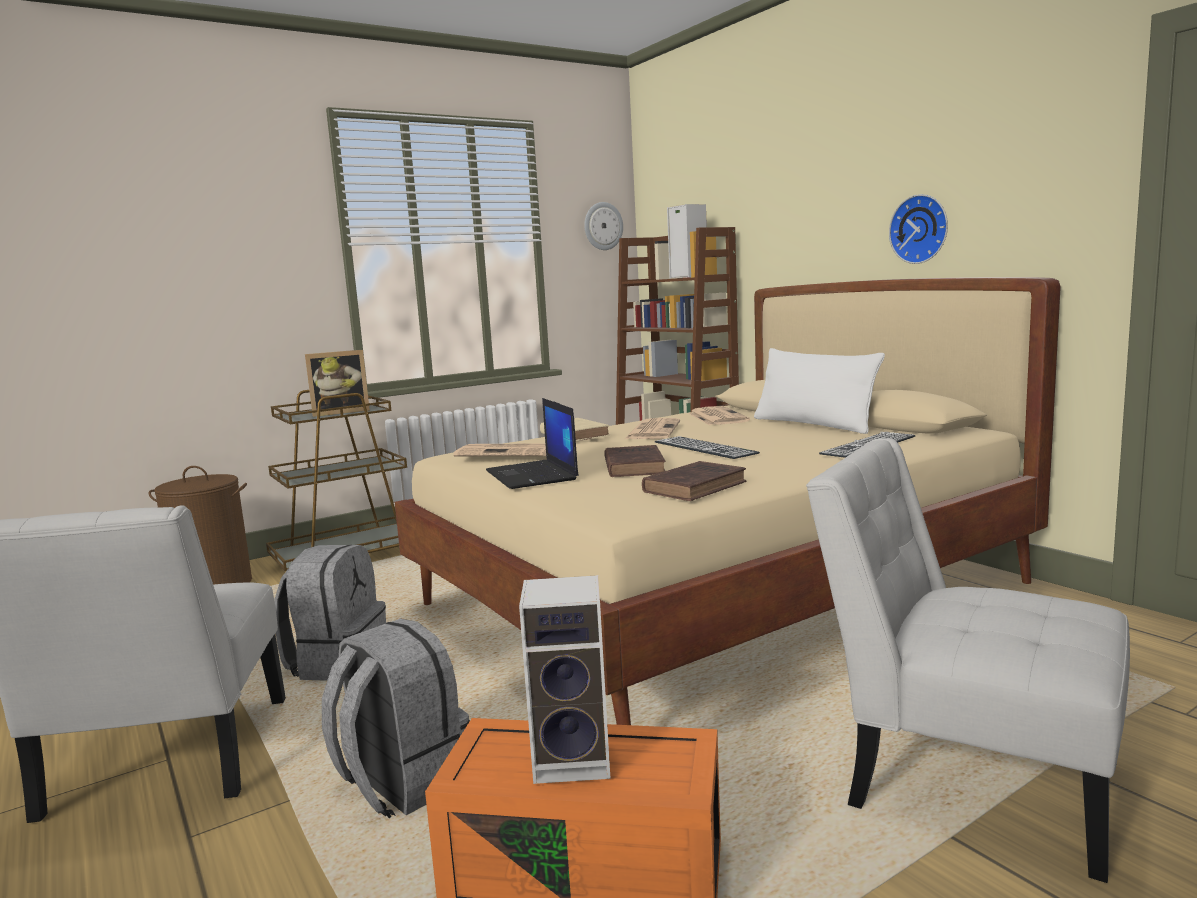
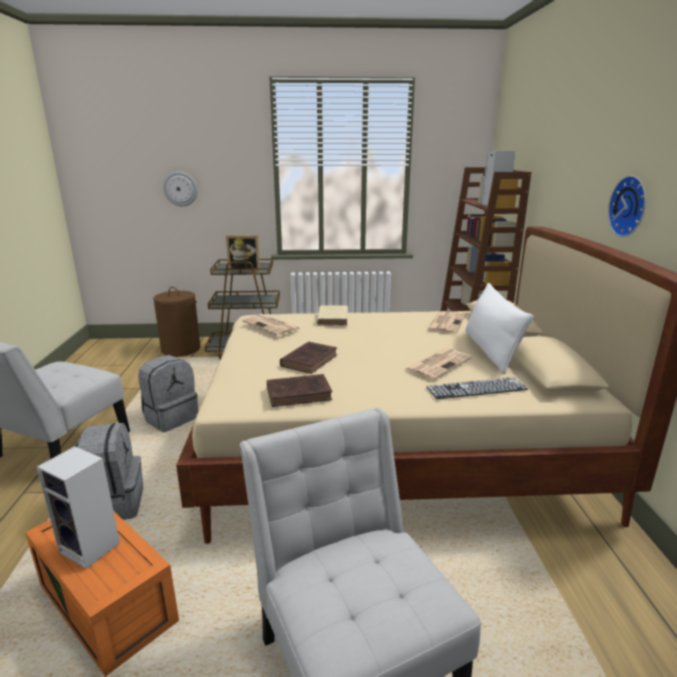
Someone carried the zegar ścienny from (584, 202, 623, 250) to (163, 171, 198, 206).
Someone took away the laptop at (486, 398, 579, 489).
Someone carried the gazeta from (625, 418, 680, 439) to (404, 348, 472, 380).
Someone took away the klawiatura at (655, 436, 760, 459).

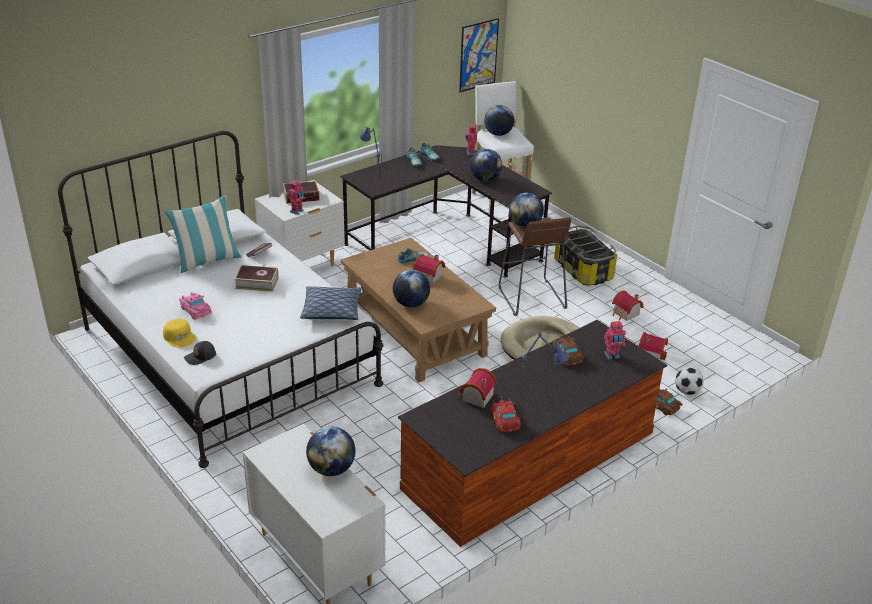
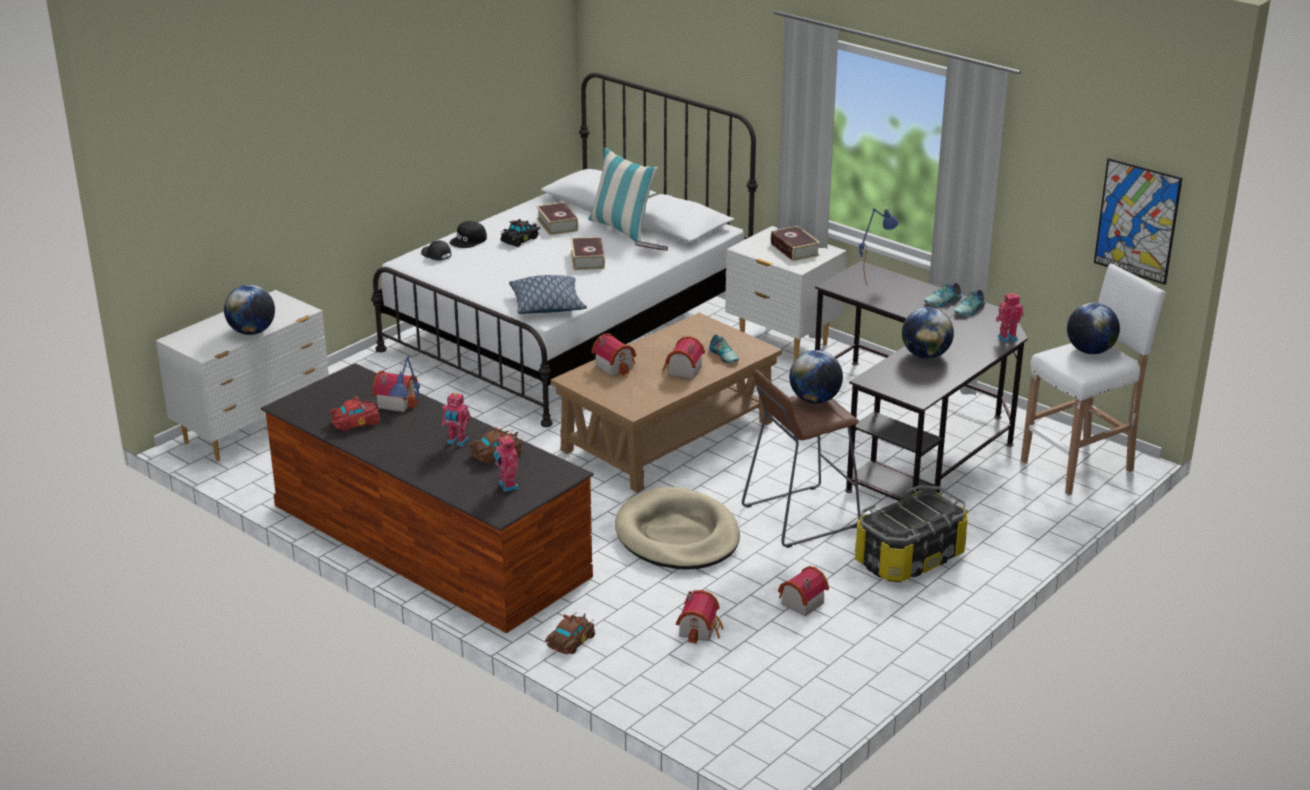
Someone carried the robot zabawkowy from (288, 180, 305, 215) to (442, 393, 471, 447).
Someone swapped the globus at (393, 270, 430, 307) for the domek at (592, 333, 636, 376).
Someone repainted the samochodzik [różowy] at (179, 292, 212, 320), which became the samochodzik [czarny] at (501, 219, 540, 247).
Someone repainted the czapka z daszkiem [żółty] at (163, 319, 196, 348), which became the czapka z daszkiem [czarny] at (450, 221, 487, 248).
Someone took away the piłka futbolowa at (675, 367, 704, 395).
Someone put down the książka at (536, 202, 578, 235).

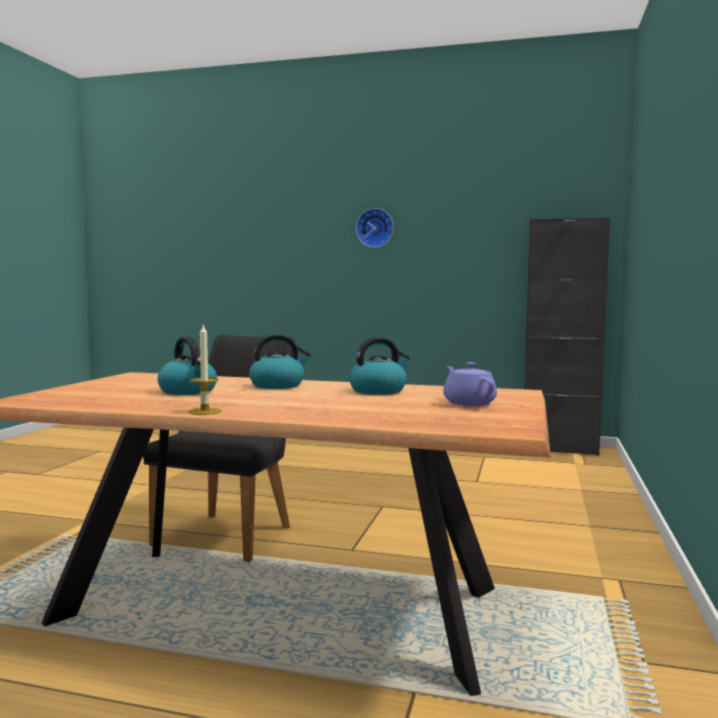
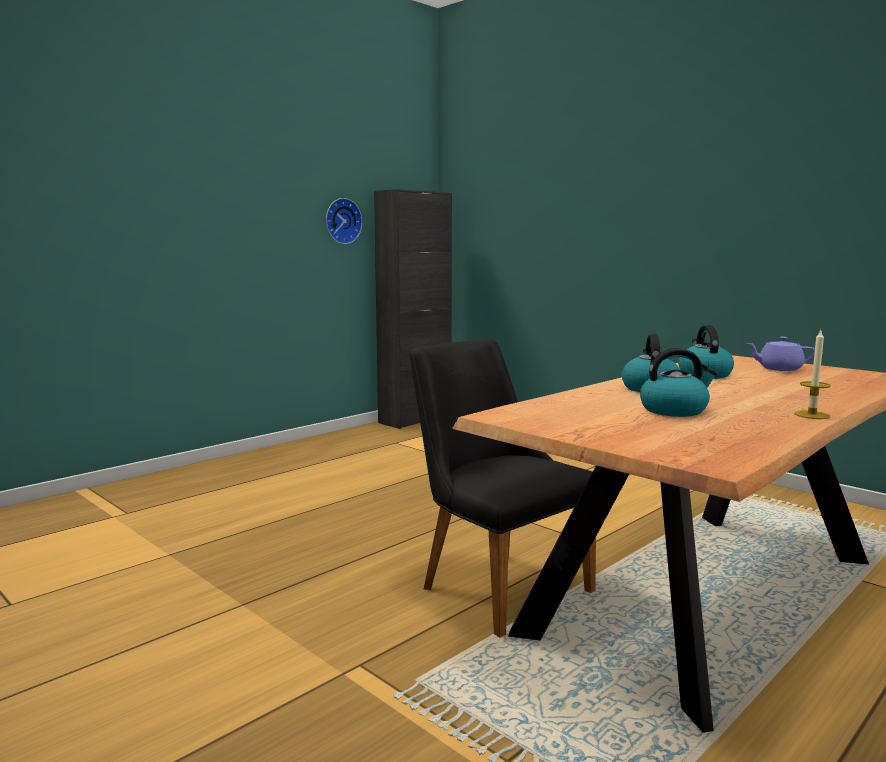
Someone carried the zegar ścienny from (356, 208, 394, 248) to (326, 198, 362, 244).

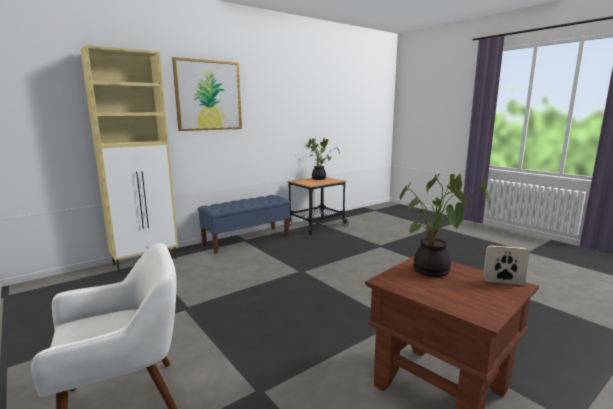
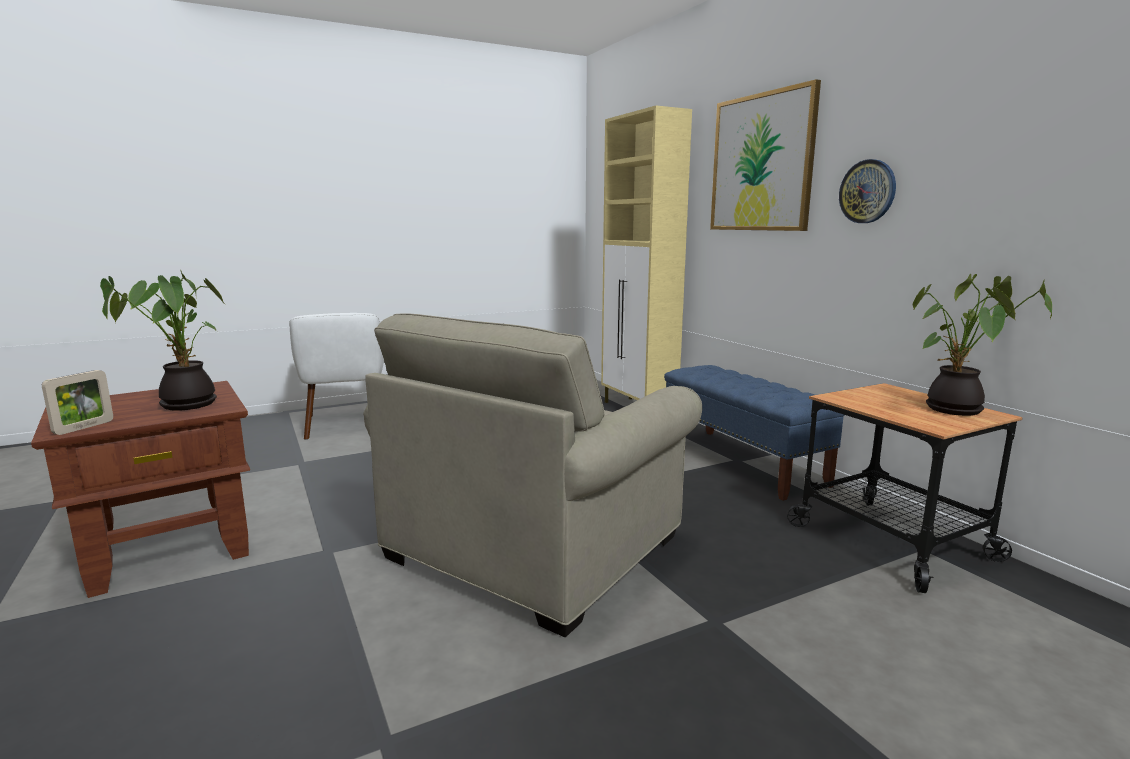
Someone put up the zegar ścienny at (839, 159, 896, 223).
Someone put down the fotel [beżowy] at (363, 313, 702, 637).

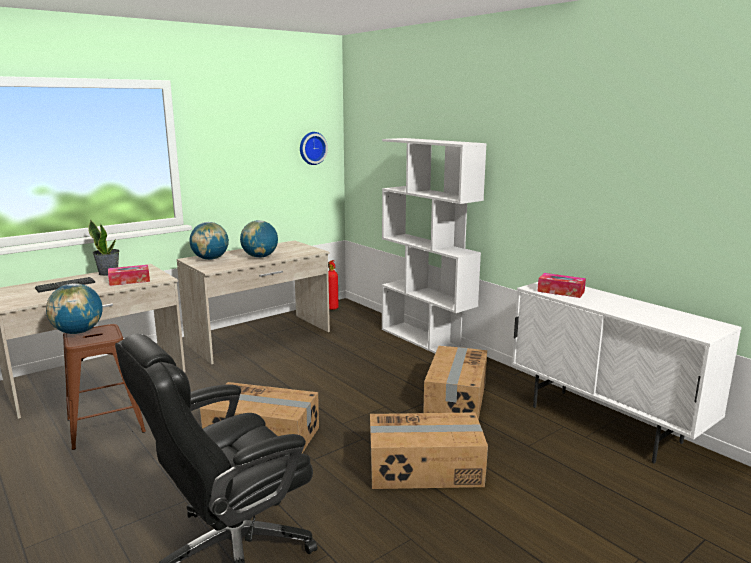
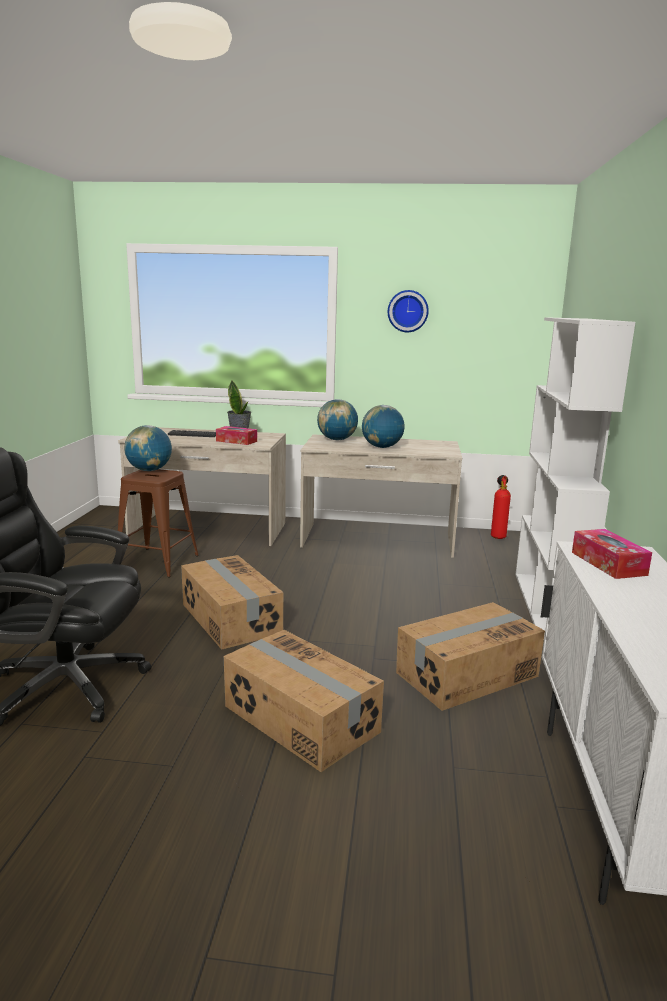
Someone carried the zegar ścienny from (300, 132, 328, 165) to (388, 290, 429, 332).

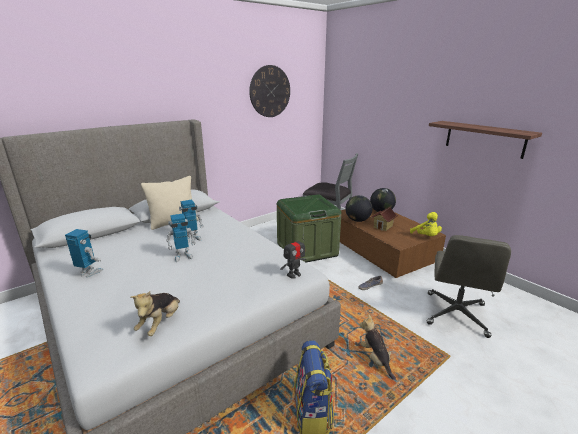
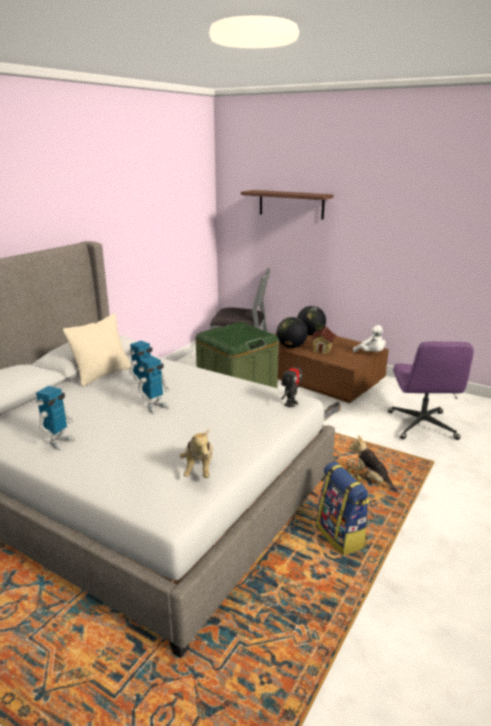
Someone took away the zegar ścienny at (249, 65, 290, 117).
Someone carried the półka from (429, 121, 542, 159) to (241, 190, 334, 220).
Someone repainted the pluszak [żółty] at (410, 212, 442, 236), which became the pluszak [biały] at (353, 325, 386, 352).
Someone rotated the robot zabawkowy at (65, 229, 103, 277) by 120 degrees clockwise.
Someone repainted the krzesło biurowe [szary] at (427, 235, 511, 338), which became the krzesło biurowe [fioletowy] at (388, 341, 474, 440).

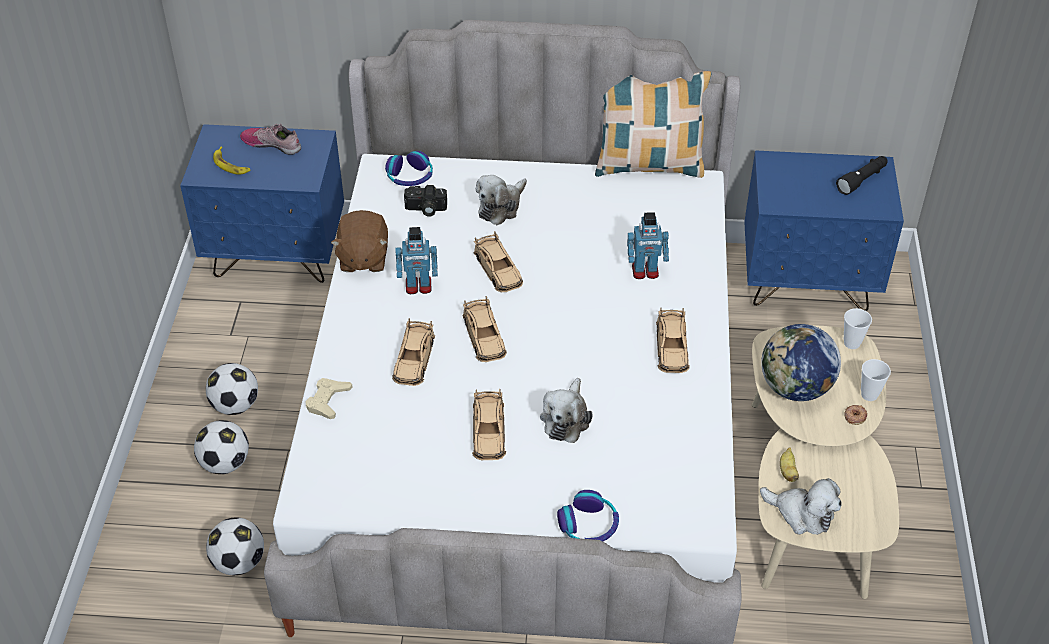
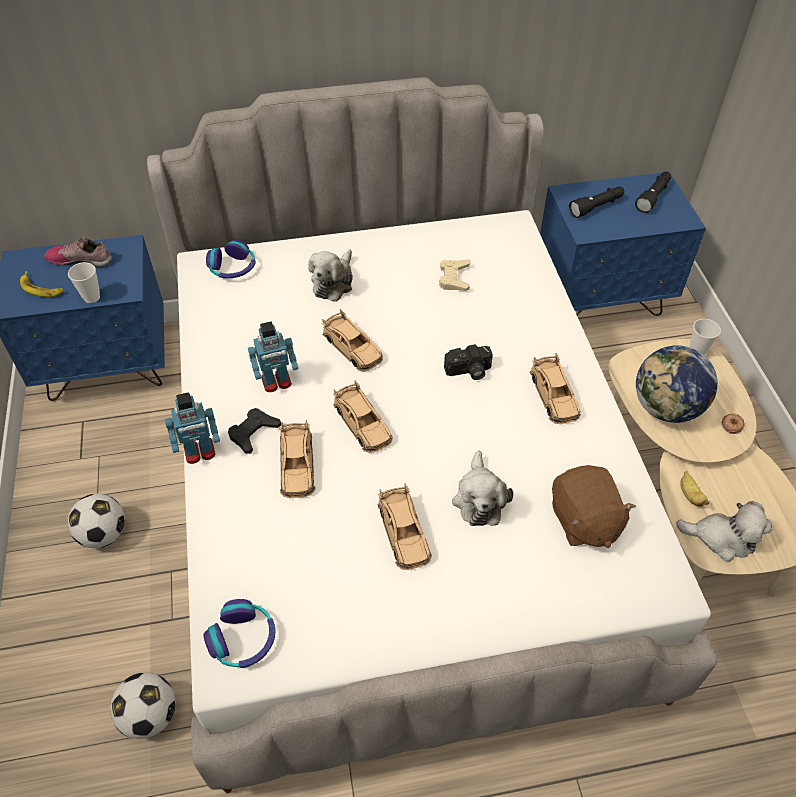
Someone took away the poduszka at (595, 71, 711, 178).
Someone carried the aparat fotograficzny from (404, 185, 447, 217) to (444, 344, 493, 380).
Someone carried the pluszak [brązowy] from (331, 210, 388, 272) to (552, 465, 636, 548).
Someone carried the robot zabawkowy from (627, 212, 669, 279) to (165, 392, 220, 464).
Someone carried the filiżanka from (861, 359, 891, 401) to (68, 262, 100, 303).
Someone carried the pad do gier [beżowy] from (306, 378, 353, 419) to (439, 259, 471, 291).
Someone took away the piłka futbolowa at (194, 420, 249, 474).
Someone carried the słuchawki from (557, 490, 619, 541) to (203, 599, 276, 668).
Someone put down the latarka [czarny] at (569, 187, 625, 218).
Someone put down the pad do gier [czarny] at (228, 408, 281, 454).

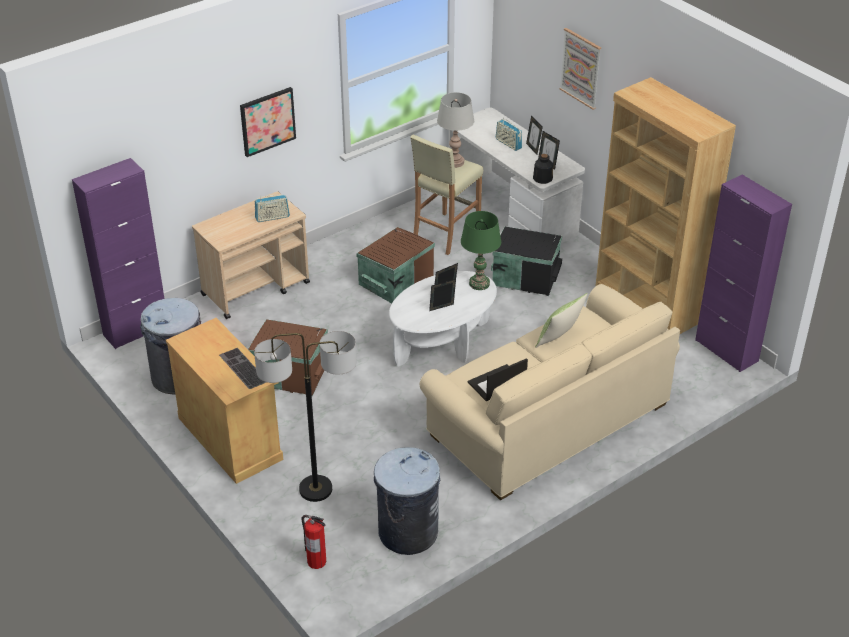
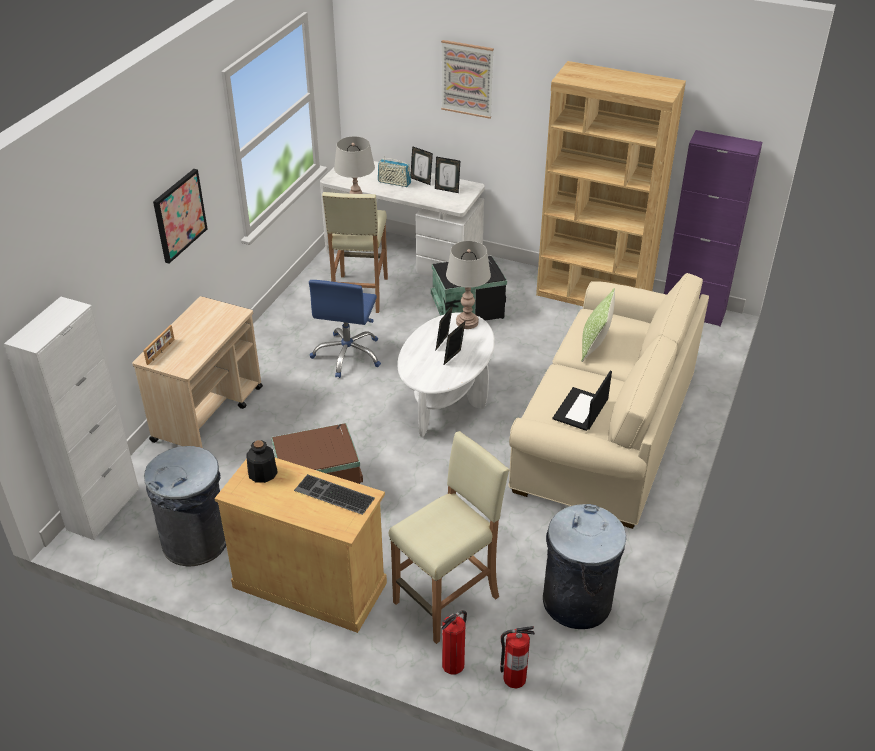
Someone carried the butelka from (533, 154, 553, 184) to (246, 440, 278, 483).
Someone repainted the szafka [fioletowy] at (72, 158, 165, 349), which became the szafka [biały] at (4, 297, 139, 540).
Someone took away the radio at (254, 195, 290, 222).
Someone repainted the lampa stołowa [zielony] at (461, 211, 501, 290), which became the lampa stołowa [szary] at (446, 241, 491, 329).
Someone swapped the pojemnik do przechowywania [brązowy] at (356, 227, 435, 303) for the krzesło biurowe [niebieski] at (309, 280, 381, 378).
Someone swapped the lampa stojąca at (254, 331, 356, 502) for the stołek [beżowy] at (389, 431, 509, 644).
Someone put down the ramka na zdjęcie at (143, 325, 175, 365).
Someone put down the gaśnica at (442, 610, 467, 674).

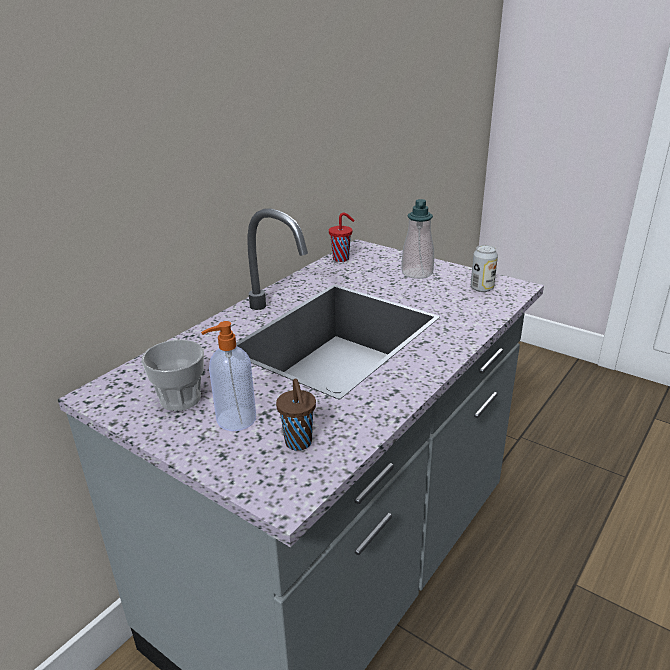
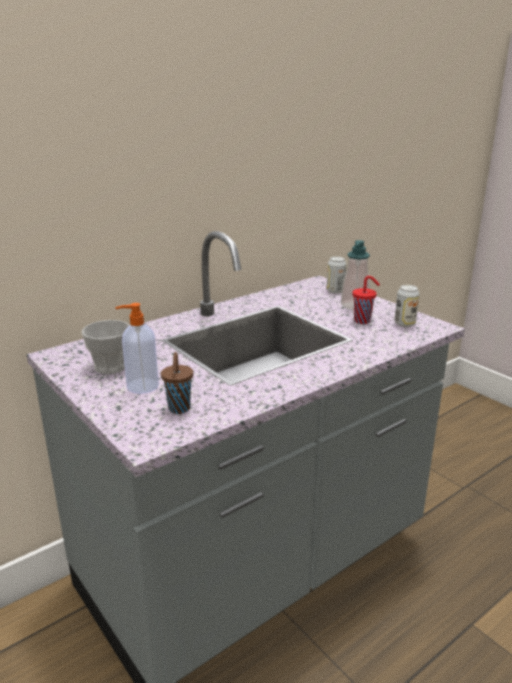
Someone carried the filiżanka [czerwony] from (329, 213, 355, 262) to (352, 276, 380, 324).
Someone put down the puszka at (327, 256, 347, 293).

